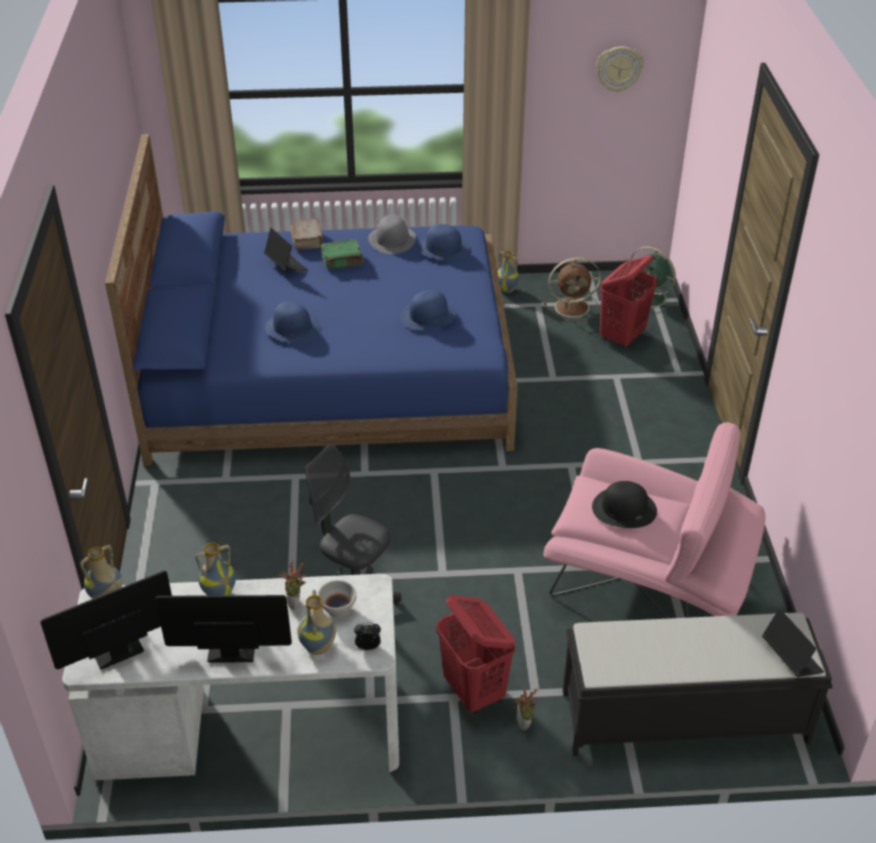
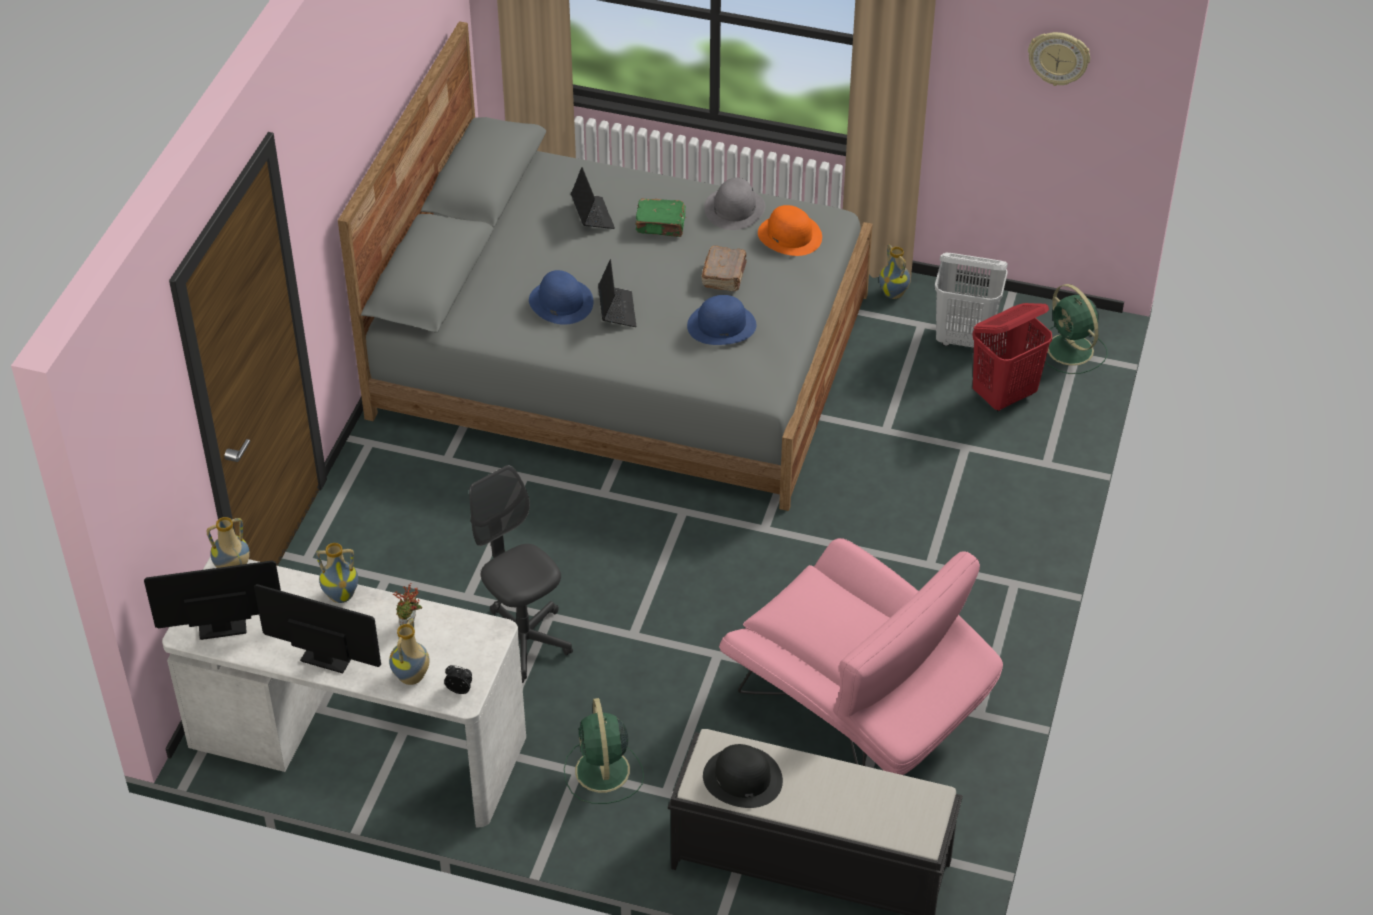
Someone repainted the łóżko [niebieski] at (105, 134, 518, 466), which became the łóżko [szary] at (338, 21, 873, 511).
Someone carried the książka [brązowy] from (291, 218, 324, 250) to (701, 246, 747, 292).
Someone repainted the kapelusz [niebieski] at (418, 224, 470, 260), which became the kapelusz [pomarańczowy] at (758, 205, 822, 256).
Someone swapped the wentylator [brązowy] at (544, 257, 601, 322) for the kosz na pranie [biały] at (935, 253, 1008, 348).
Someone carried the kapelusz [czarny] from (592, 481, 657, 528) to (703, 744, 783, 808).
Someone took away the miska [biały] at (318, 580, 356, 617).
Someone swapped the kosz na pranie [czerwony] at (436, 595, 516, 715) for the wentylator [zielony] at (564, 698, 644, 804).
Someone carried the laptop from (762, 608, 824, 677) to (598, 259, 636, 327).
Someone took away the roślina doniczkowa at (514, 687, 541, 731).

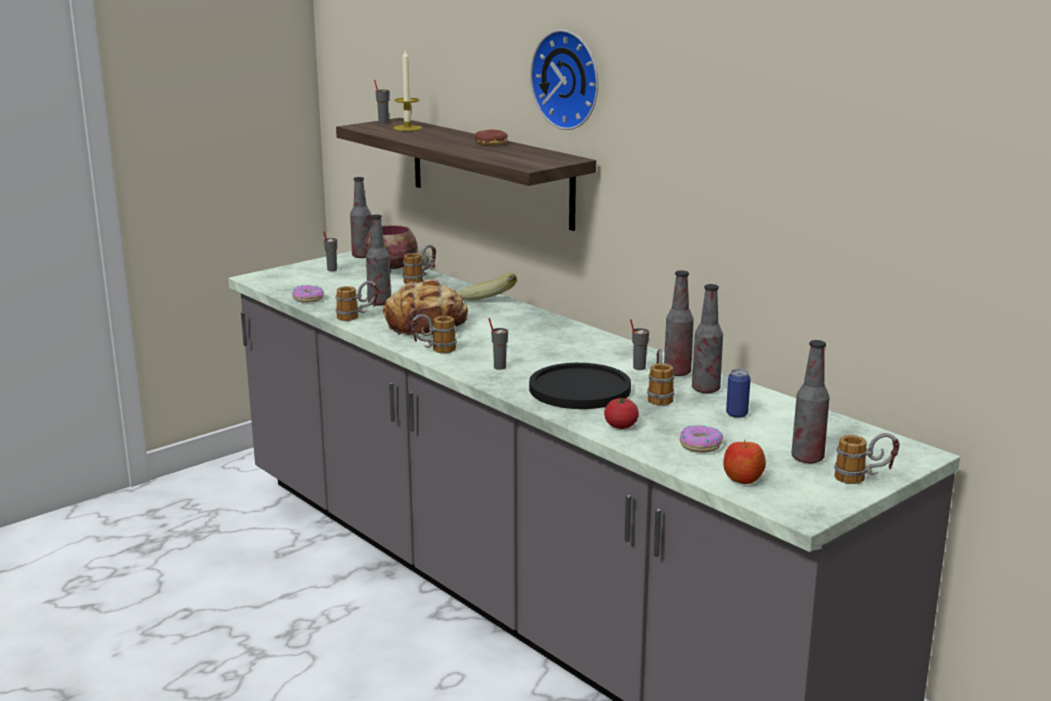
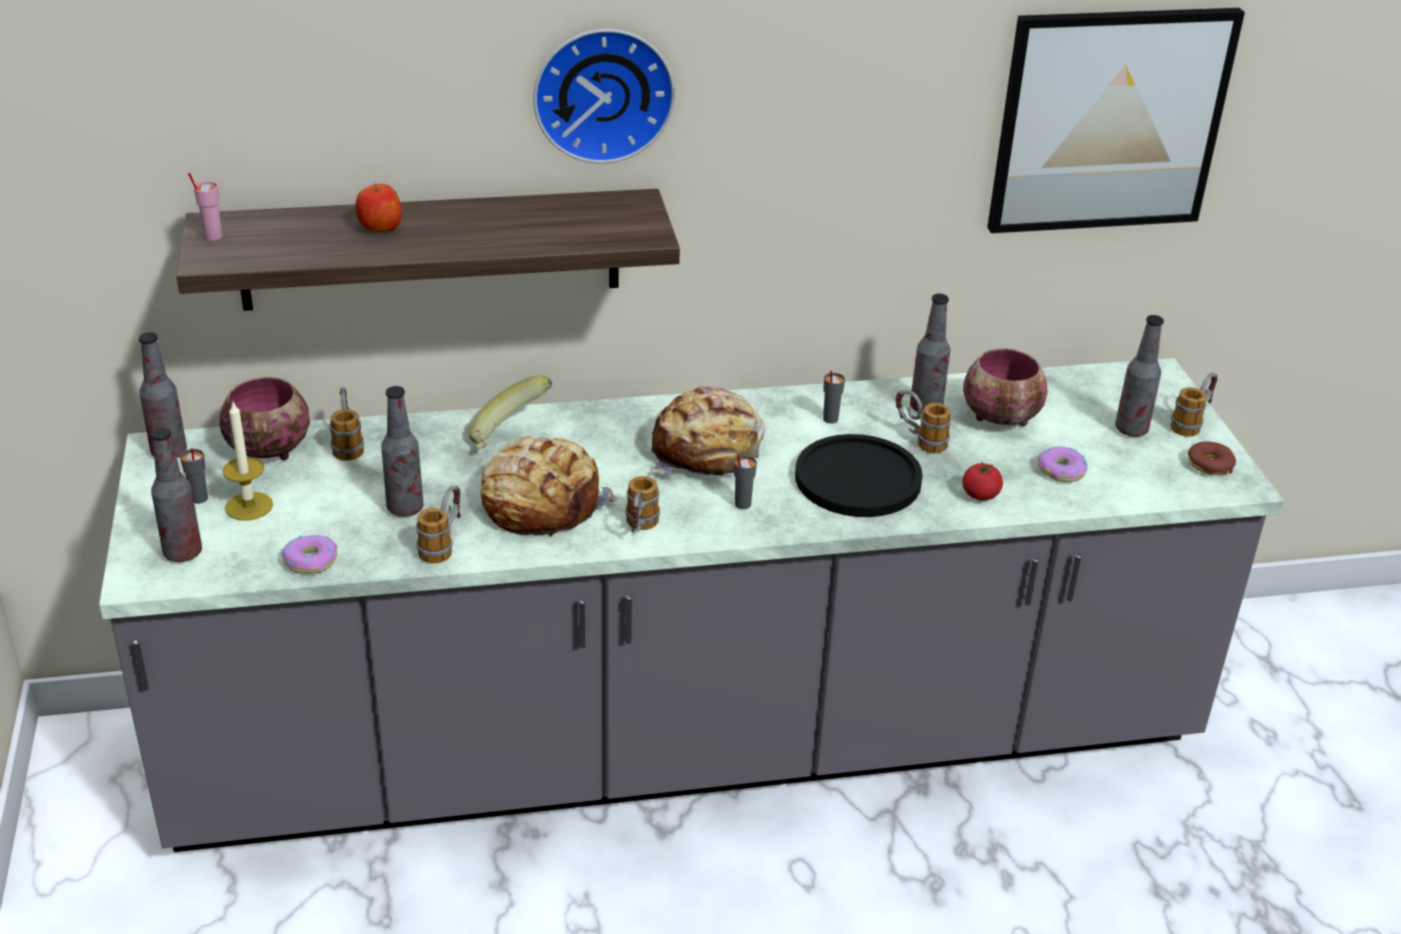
Someone carried the świeca from (394, 50, 422, 131) to (223, 402, 273, 521).
Someone repainted the filiżanka [szary] at (374, 80, 389, 124), which became the filiżanka [różowy] at (188, 173, 222, 240).
Someone carried the donut from (475, 129, 508, 145) to (1188, 441, 1236, 475).
Someone carried the butelka from (664, 270, 694, 376) to (151, 427, 202, 562).
Someone swapped the puszka at (726, 369, 751, 418) for the miska at (963, 349, 1048, 426).
Someone carried the jabłko from (723, 440, 766, 484) to (355, 184, 402, 232).
Someone put up the obraz at (987, 8, 1245, 233).
Someone put down the chleb at (651, 386, 765, 476).

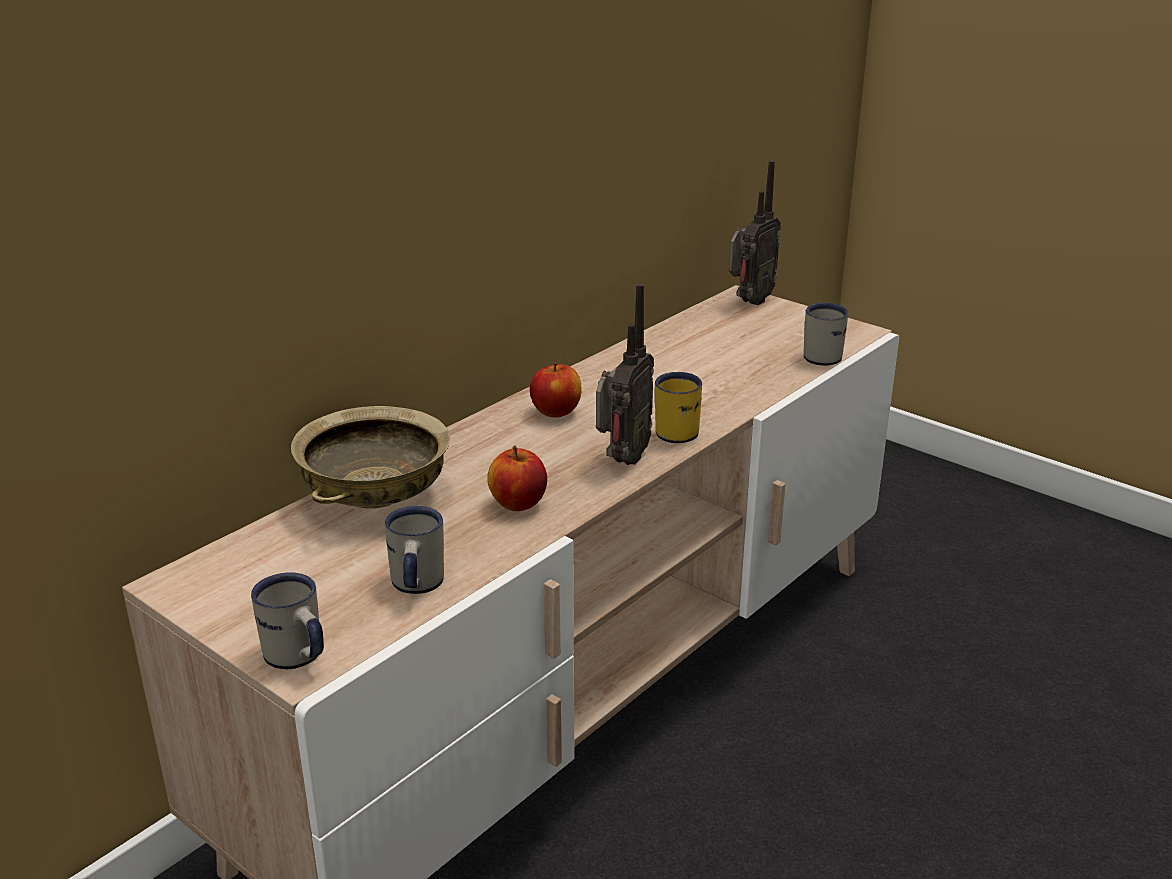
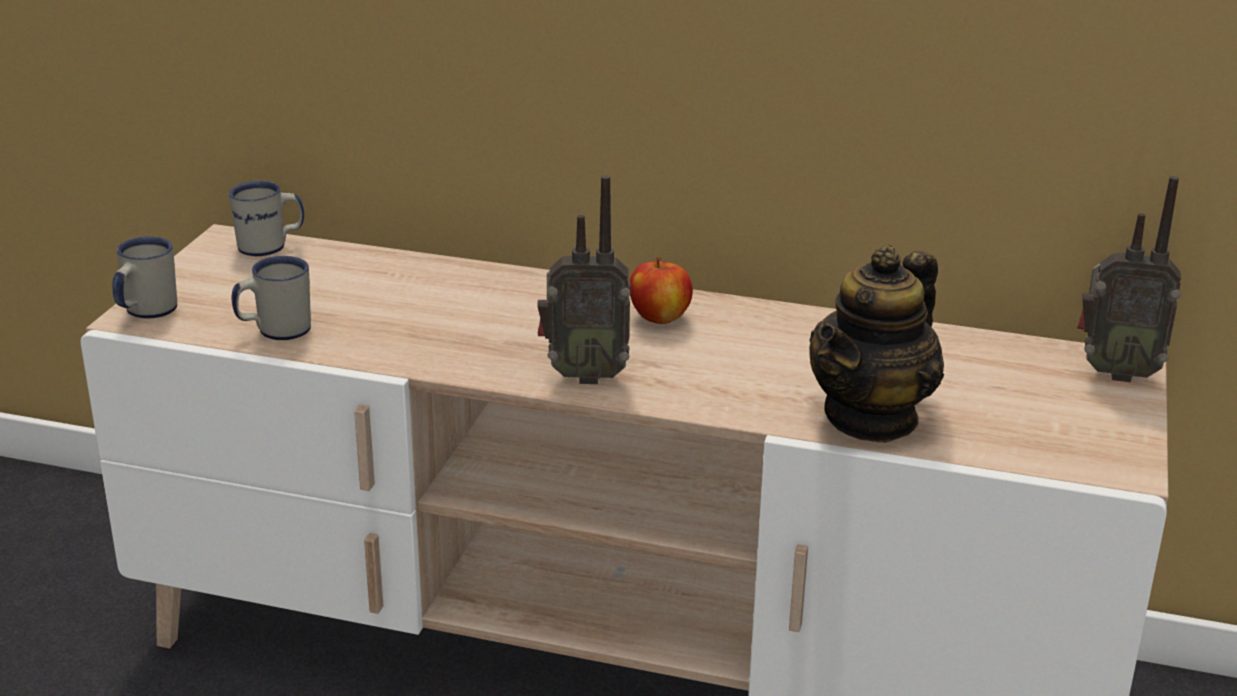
Someone carried the kubek [biały] from (804, 303, 848, 366) to (229, 181, 304, 256).
Someone took away the kubek [żółty] at (655, 372, 702, 443).
Someone took away the miska [beżowy] at (291, 406, 450, 509).
Someone took away the jabłko at (487, 446, 547, 511).
Someone put down the imbryk at (809, 245, 944, 443).

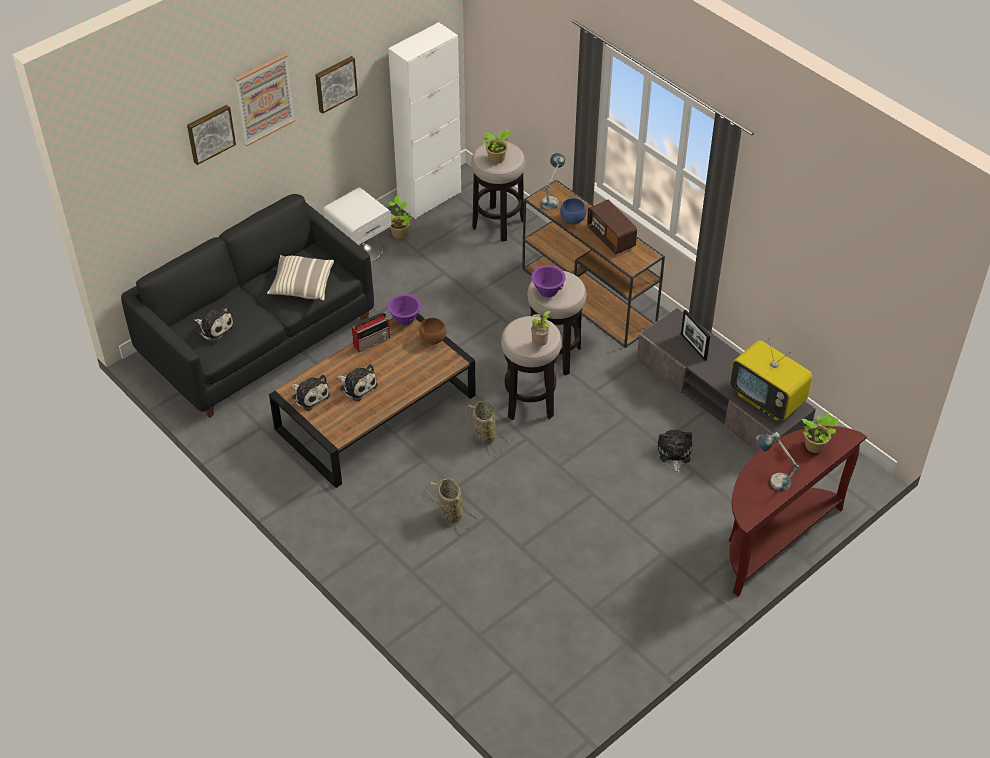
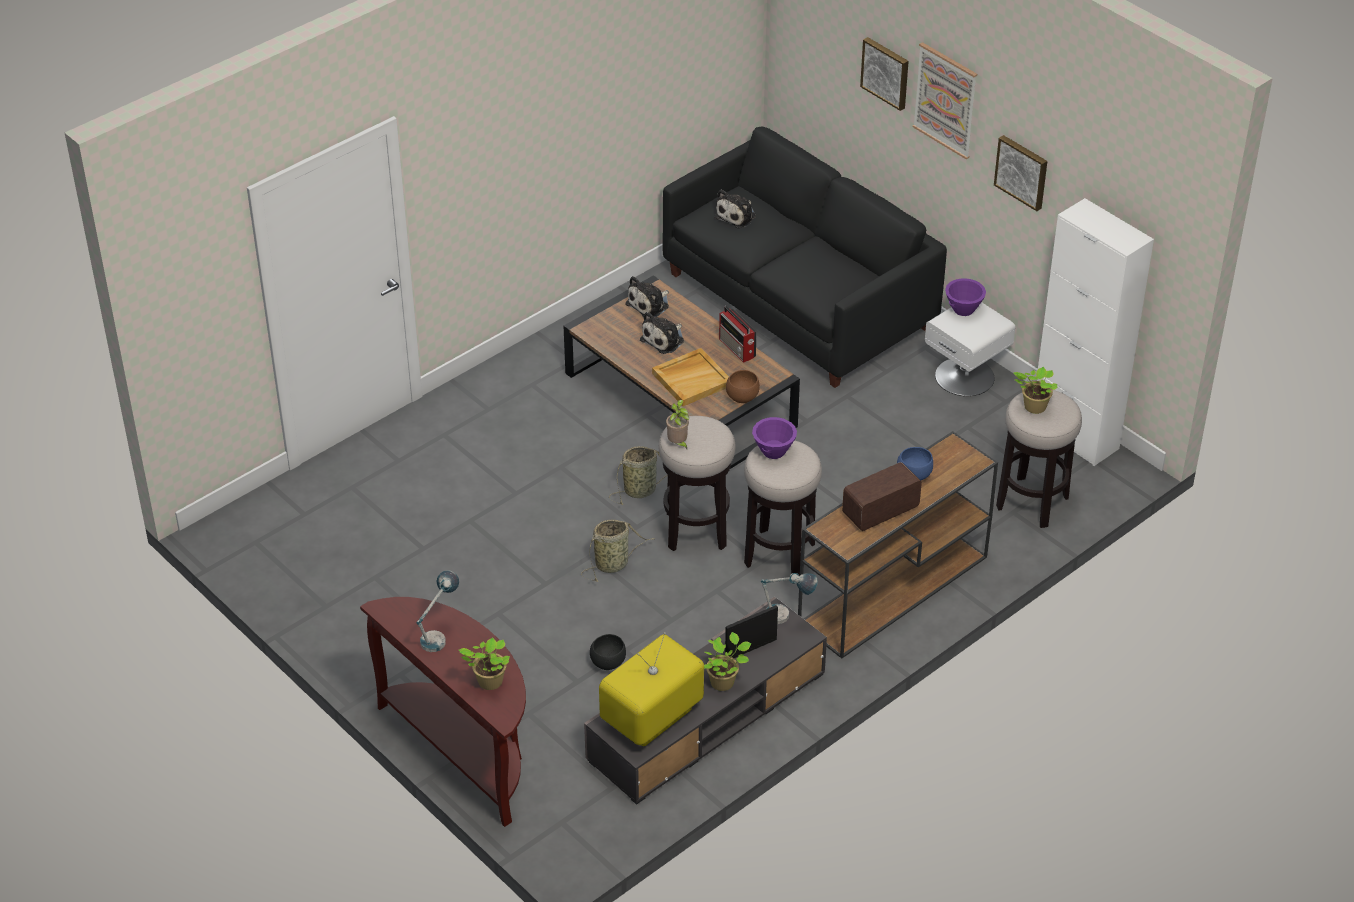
Someone carried the lampa stołowa from (542, 153, 565, 210) to (761, 573, 818, 624).
Someone carried the roślina doniczkowa from (387, 195, 412, 239) to (704, 632, 752, 691).
Someone took away the poduszka at (267, 255, 334, 301).
Someone carried the miska [fioletowy] from (388, 294, 421, 326) to (945, 278, 986, 316).
Someone swapped the pluszak at (657, 429, 692, 473) for the miska [czarny] at (590, 634, 626, 670).
Someone carried the koszyk from (427, 478, 479, 532) to (581, 520, 655, 582).
Someone put down the taca [beżowy] at (652, 348, 729, 406).

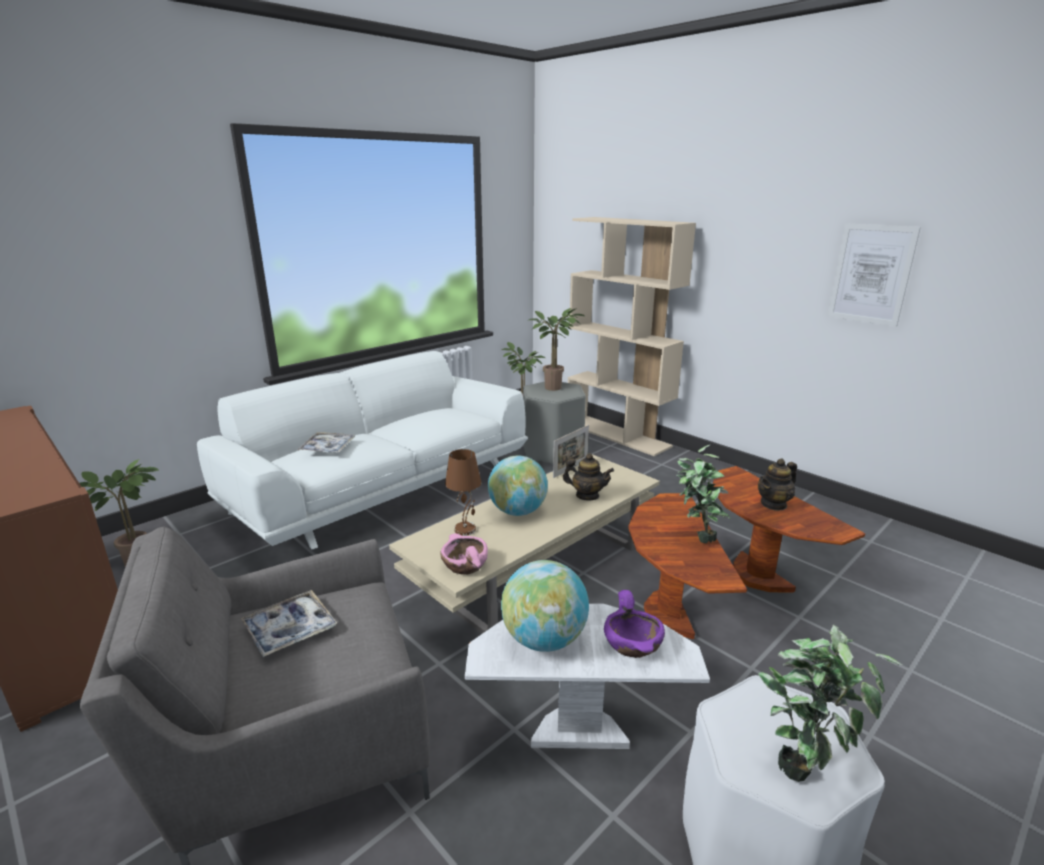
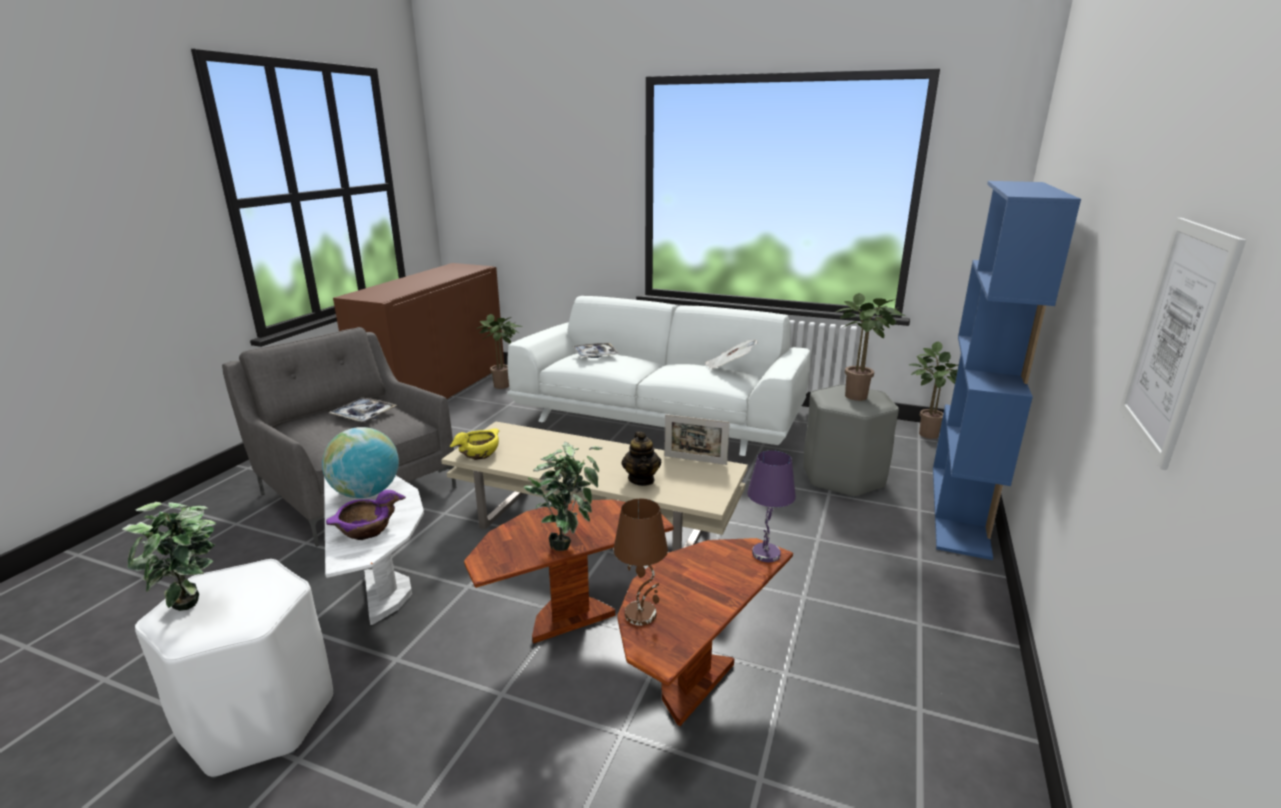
Someone repainted the regał [beżowy] at (568, 217, 696, 456), which became the regał [niebieski] at (933, 181, 1081, 560).
Someone carried the lampa stołowa [brązowy] from (445, 449, 481, 536) to (613, 499, 668, 626).
Someone took away the globus at (488, 455, 548, 516).
Someone took away the imbryk at (758, 458, 797, 511).
Someone repainted the miska [różowy] at (441, 533, 488, 575), which became the miska [żółty] at (450, 428, 499, 460).
Someone put down the gazeta at (705, 339, 758, 369).
Someone put down the lampa stołowa [fioletowy] at (747, 450, 796, 562).

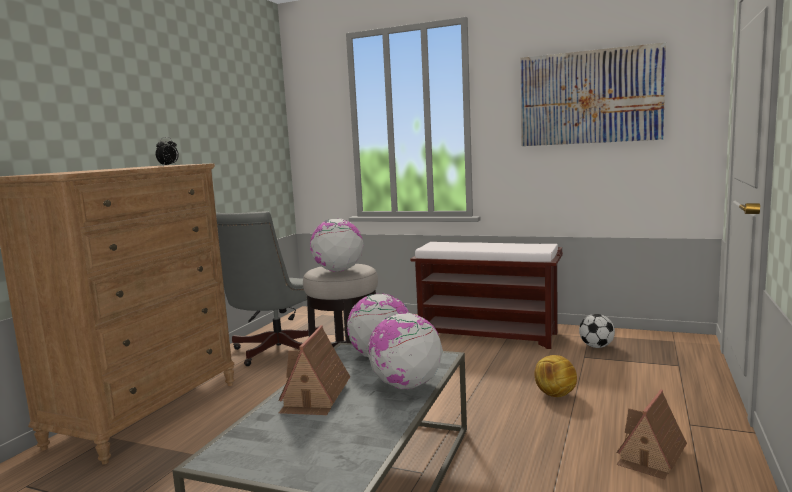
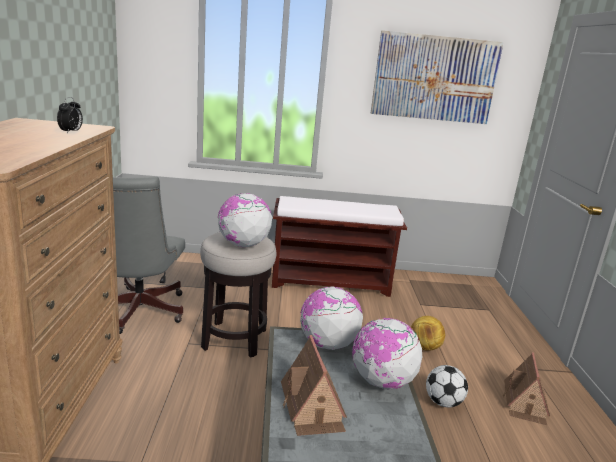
Someone carried the piłka futbolowa from (579, 314, 615, 348) to (426, 365, 468, 407).

